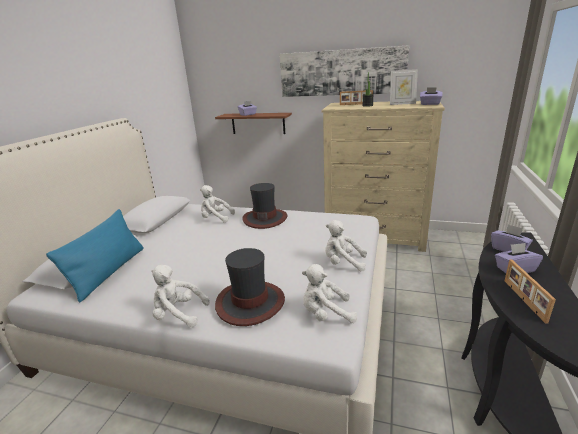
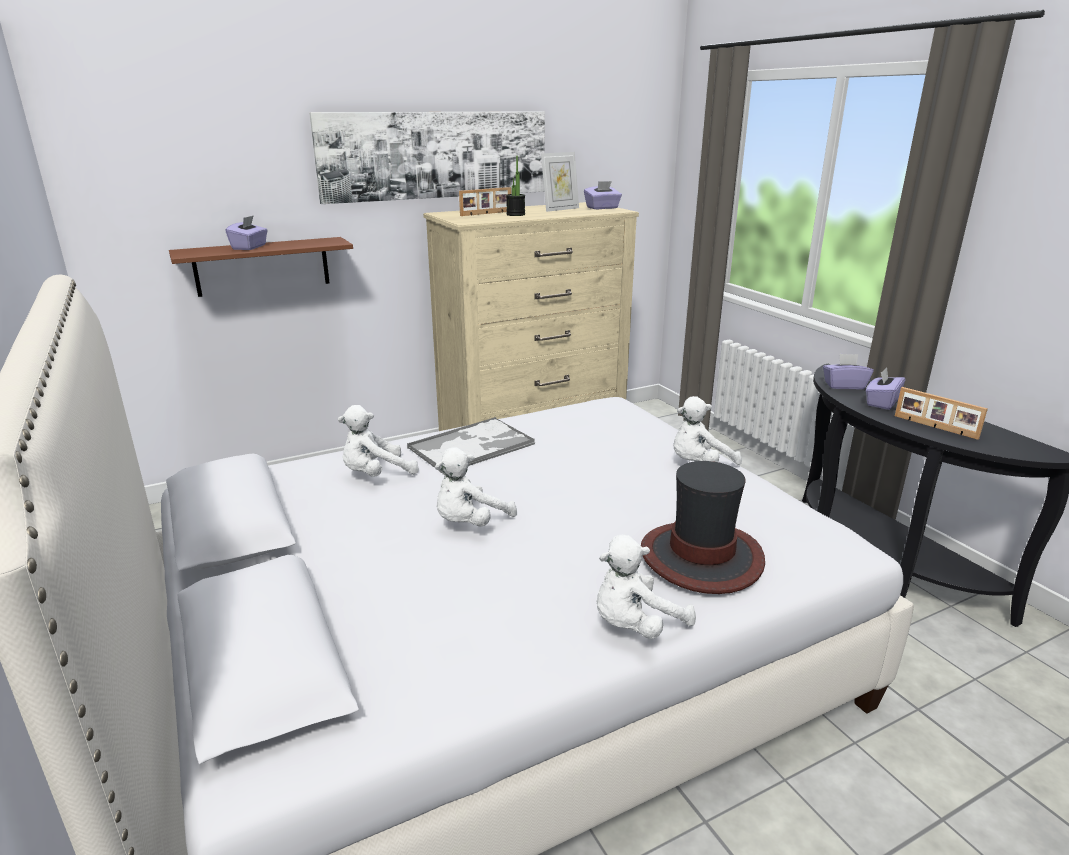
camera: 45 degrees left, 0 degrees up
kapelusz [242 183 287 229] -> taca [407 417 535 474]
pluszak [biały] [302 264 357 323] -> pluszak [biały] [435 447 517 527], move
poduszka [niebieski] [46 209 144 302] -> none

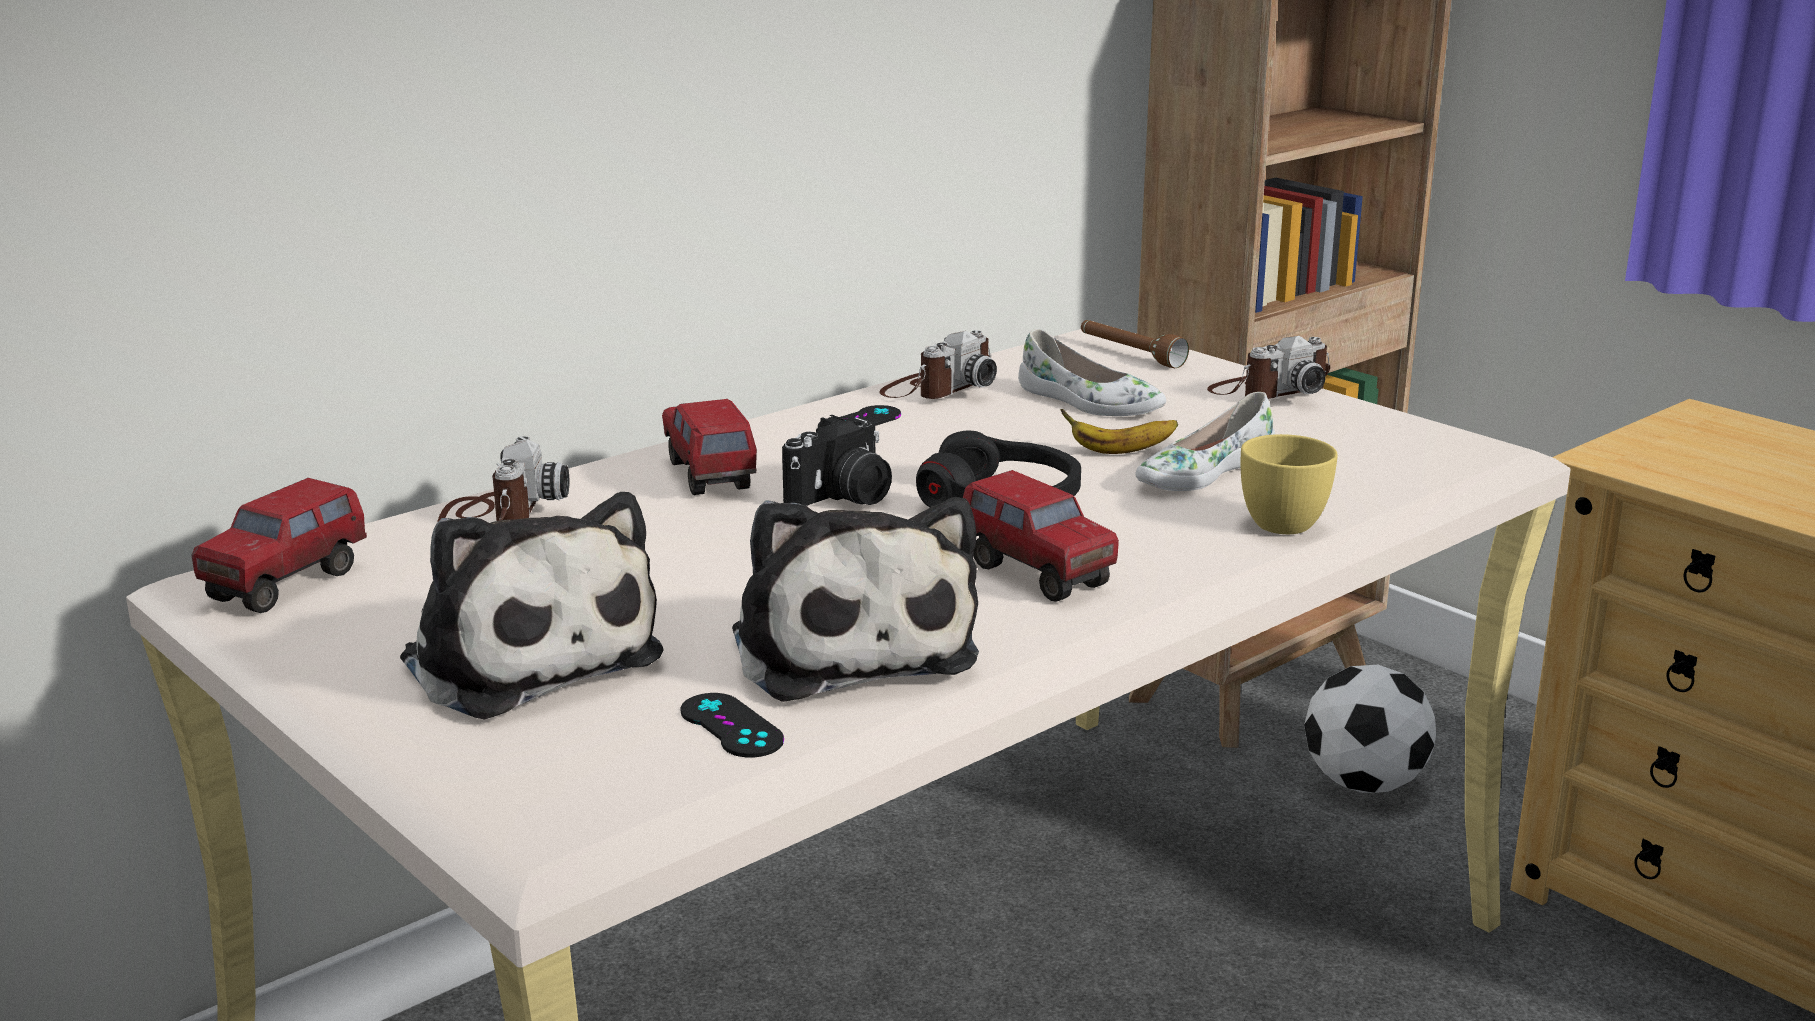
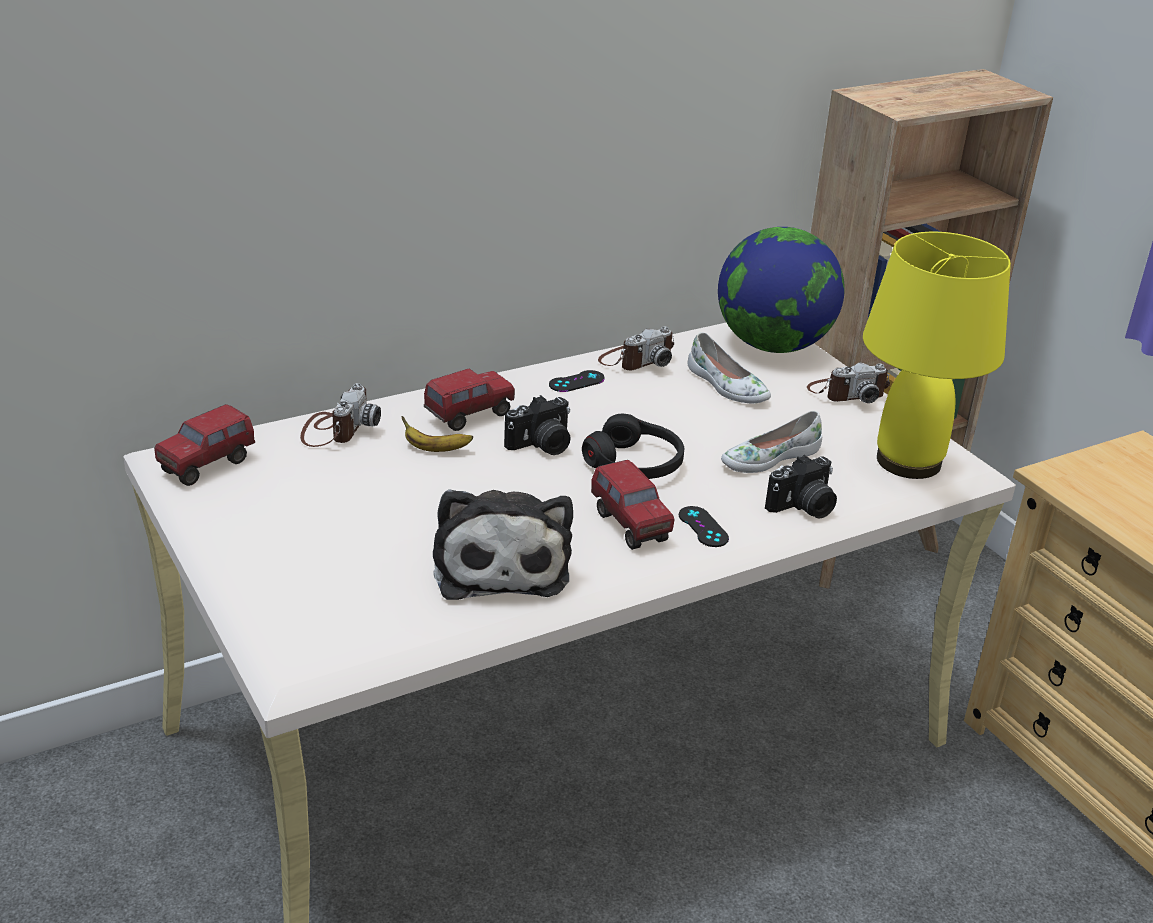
camera: 10 degrees right, 10 degrees up
banan [1061 409 1178 454] -> banan [401 416 473 452], move
ciężarówka zabawkowa [662 399 757 495] -> ciężarówka zabawkowa [424 368 515 431], 60 degrees clockwise
pad do gier [czarny] [680 693 784 757] -> pad do gier [czarny] [679 506 729 547], move
latarka [brązowy] [1081 320 1189 368] -> globus [718 227 845 353]
filiżanka [żółty] [1241 434 1338 534] -> aparat fotograficzny [765 455 837 519]
none -> lampa stołowa [żółty] [863 232 1011 479]
pluszak [400 492 664 720] -> none
piłka futbolowa [1304 665 1436 793] -> none

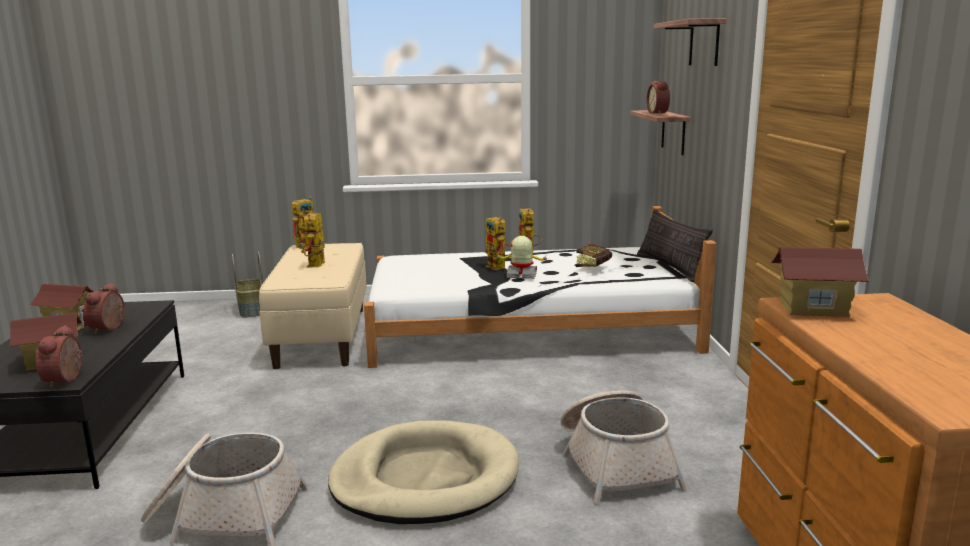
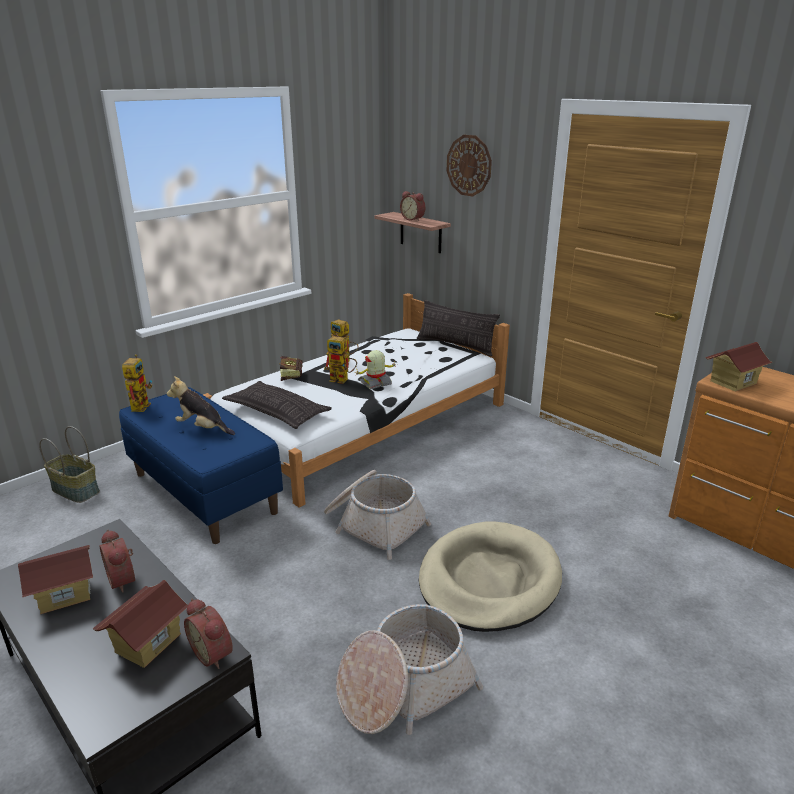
camera: 40 degrees left, 10 degrees up
ławka [beżowy] [259 243 367 369] -> ławka [niebieski] [119 387 283 544]
robot zabawkowy [300 213 325 268] -> pluszak [167 376 235 435]
none -> poduszka [222 381 332 429]
książka [576 244 612 267] -> książka [280 356 303 381], move
koszyk [560 390 687 504] -> koszyk [324 470 431 560], move
półka [654 18 727 66] -> zegar ścienny [447 135 492 197]

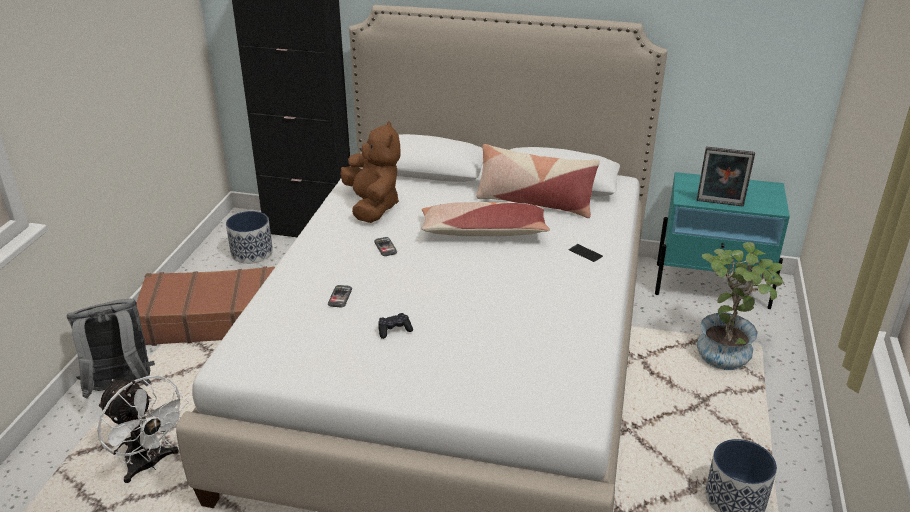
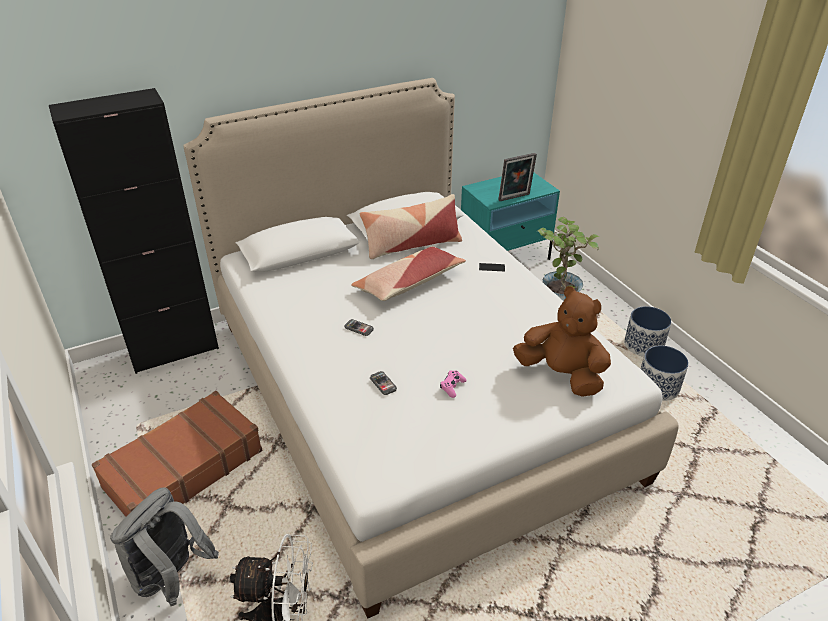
camera: 40 degrees left, 5 degrees up
pad do gier [czarny] [378 313 413 339] -> pad do gier [różowy] [440 370 467 398]
pluszak [brązowy] [340 121 401 223] -> pluszak [brązowy] [513 286 611 397], move
donica [226 211 273 264] -> donica [624 306 671 357], move

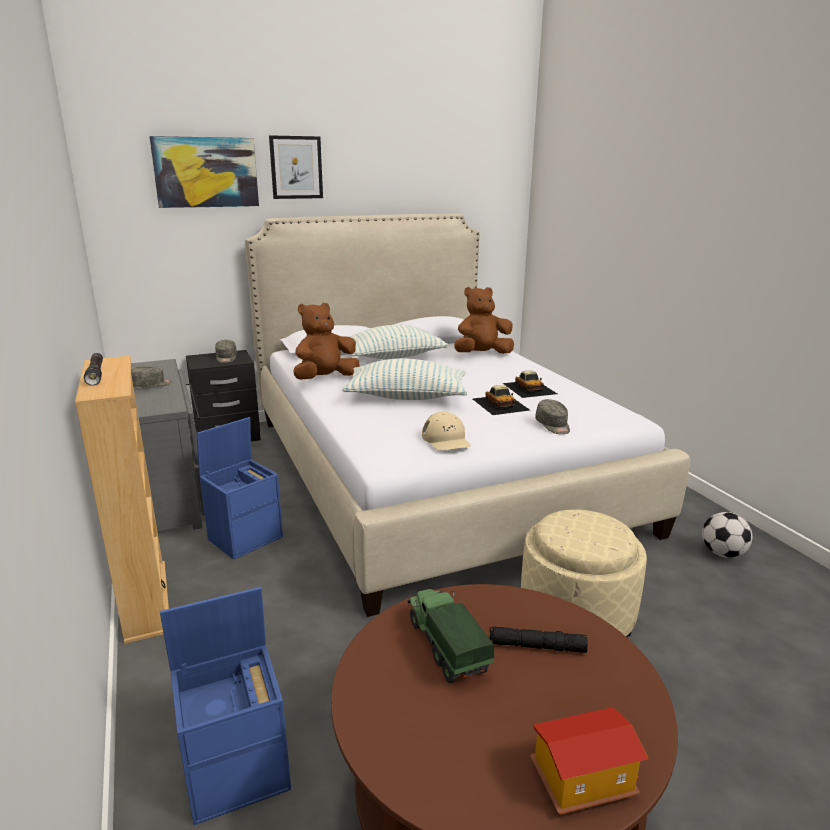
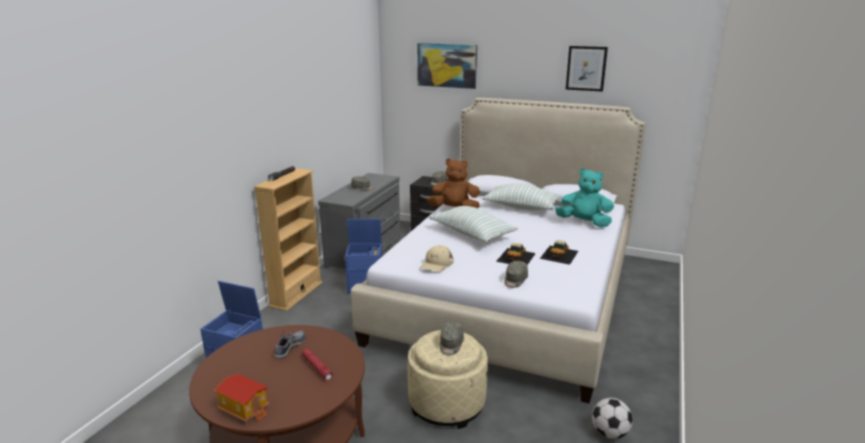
camera: 45 degrees right, 0 degrees up
ciężarówka zabawkowa [408 589 494 683] -> but [275 330 306 359]
latarka [czarny] [489 626 588 653] -> latarka [czerwony] [301 349 333 381]
none -> czapka z daszkiem [szary] [440 321 464 356]
pluszak [brązowy] [454 287 514 354] -> pluszak [turkusowy] [555 168 614 227]
obraz [269 135 323 199] -> obraz [566 46 608 92], move

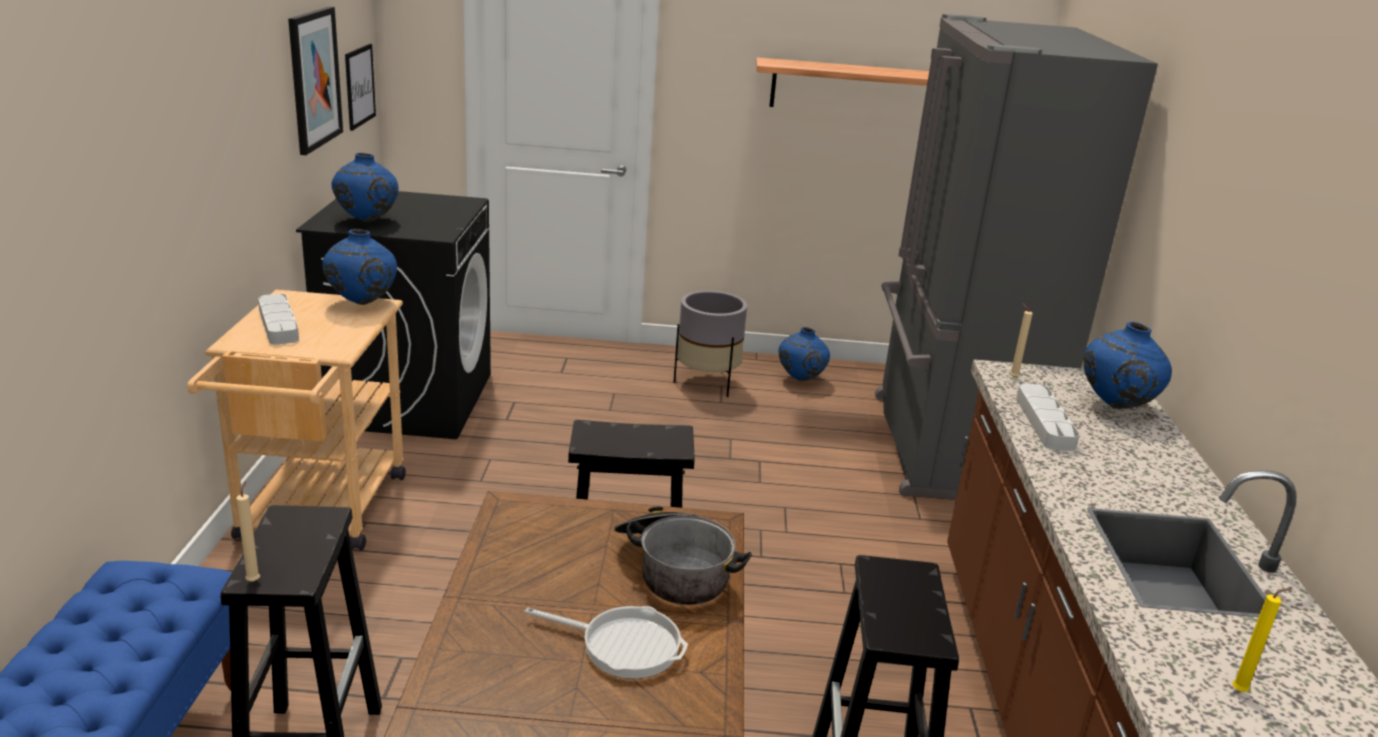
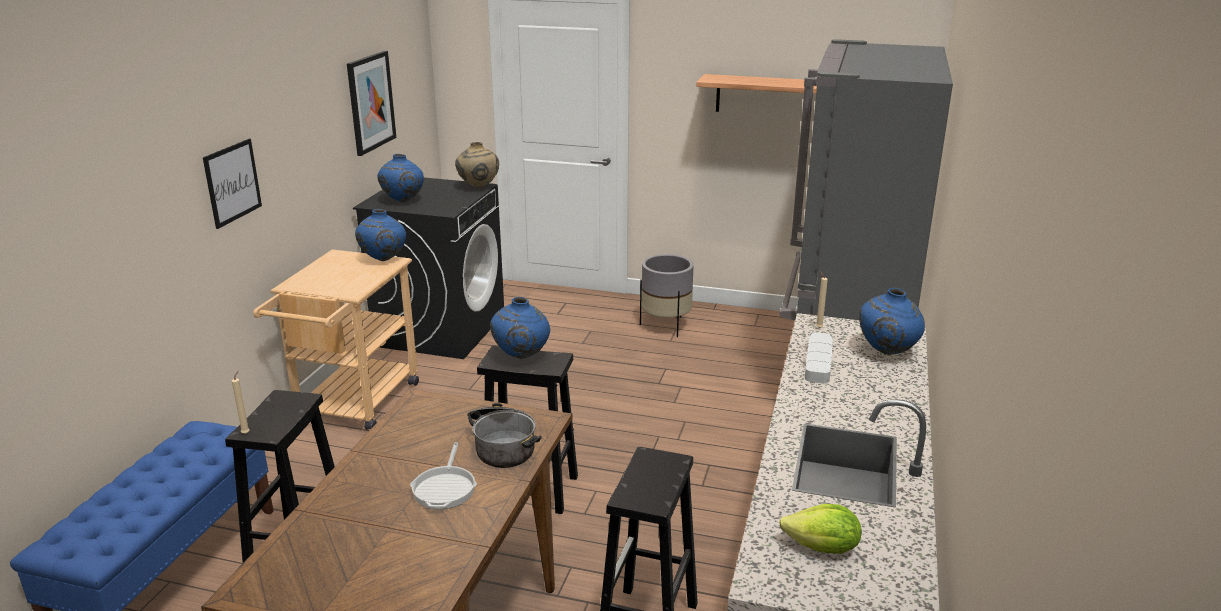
camera: 15 degrees right, 0 degrees up
obraz [345 44 376 131] -> obraz [203 139 262 229], move
patelnia [525 606 688 679] -> patelnia [410 442 477 509], 60 degrees clockwise
none -> wazon [beżowy] [455 142 499 188]
wazon [niebieski] [778 327 830 381] -> wazon [niebieski] [490 297 550 359], move
świeca [żółty] [1232 587 1291 692] -> sałata [779 504 862 554]
taca [szary] [258 294 299 345] -> none

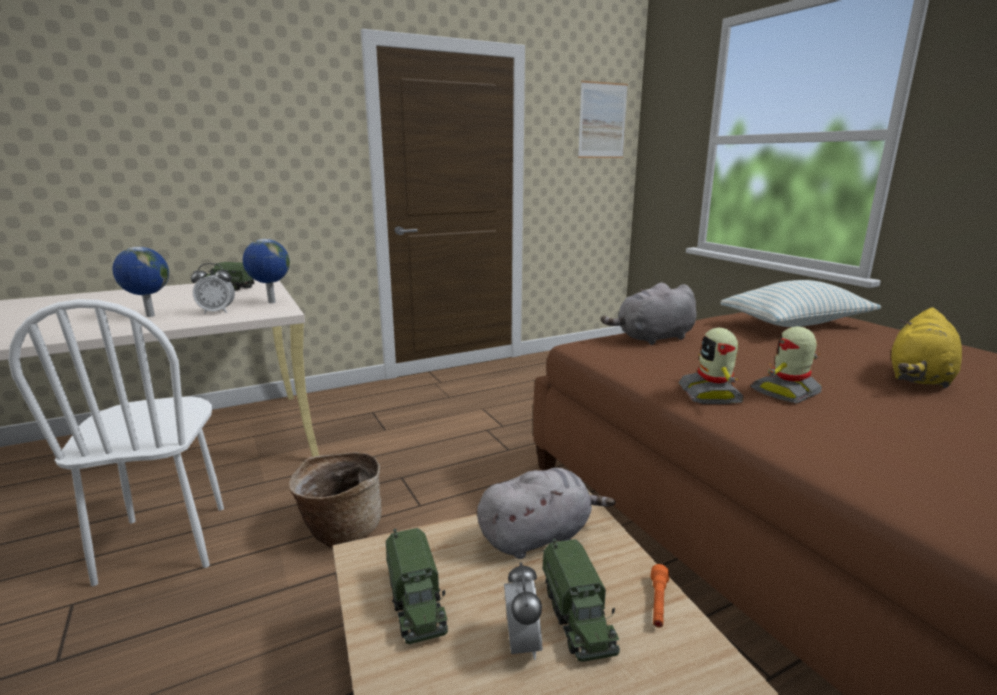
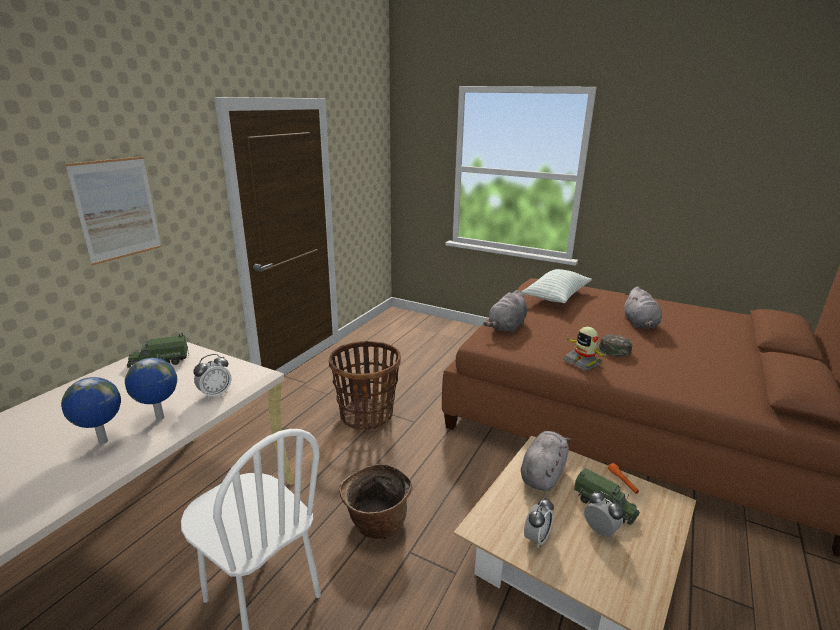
camera: 35 degrees left, 5 degrees up
globus [243 239 290 303] -> globus [61 377 121 444], move
obraz [578 81 628 158] -> obraz [65 156 162 266], move
none -> koszyk [329 341 401 431]
ciężarówka zabawkowa [386 528 448 644] -> budzik [524 498 554 548]
robot zabawkowy [750 326 822 404] -> czapka z daszkiem [zielony] [596 334 632 357]
pluszak [żółty] [891 308 962 388] -> pluszak [szary] [624 286 662 329]

